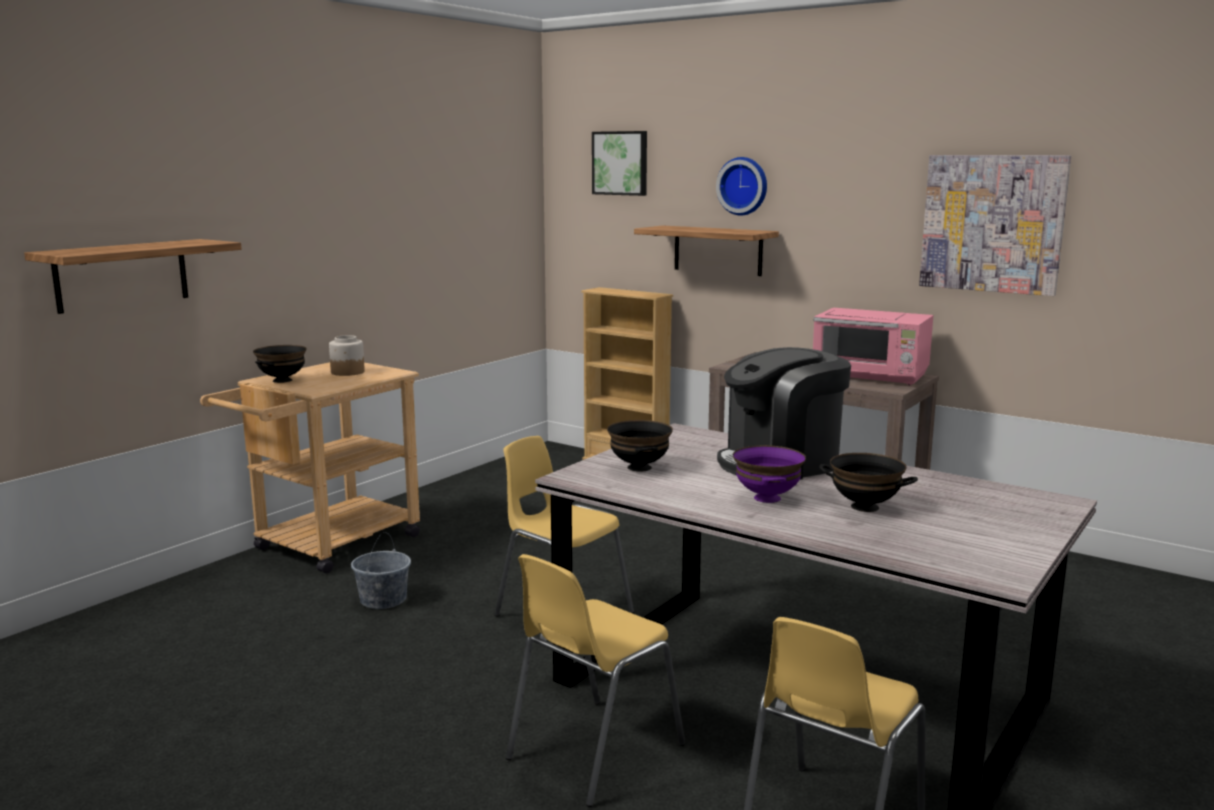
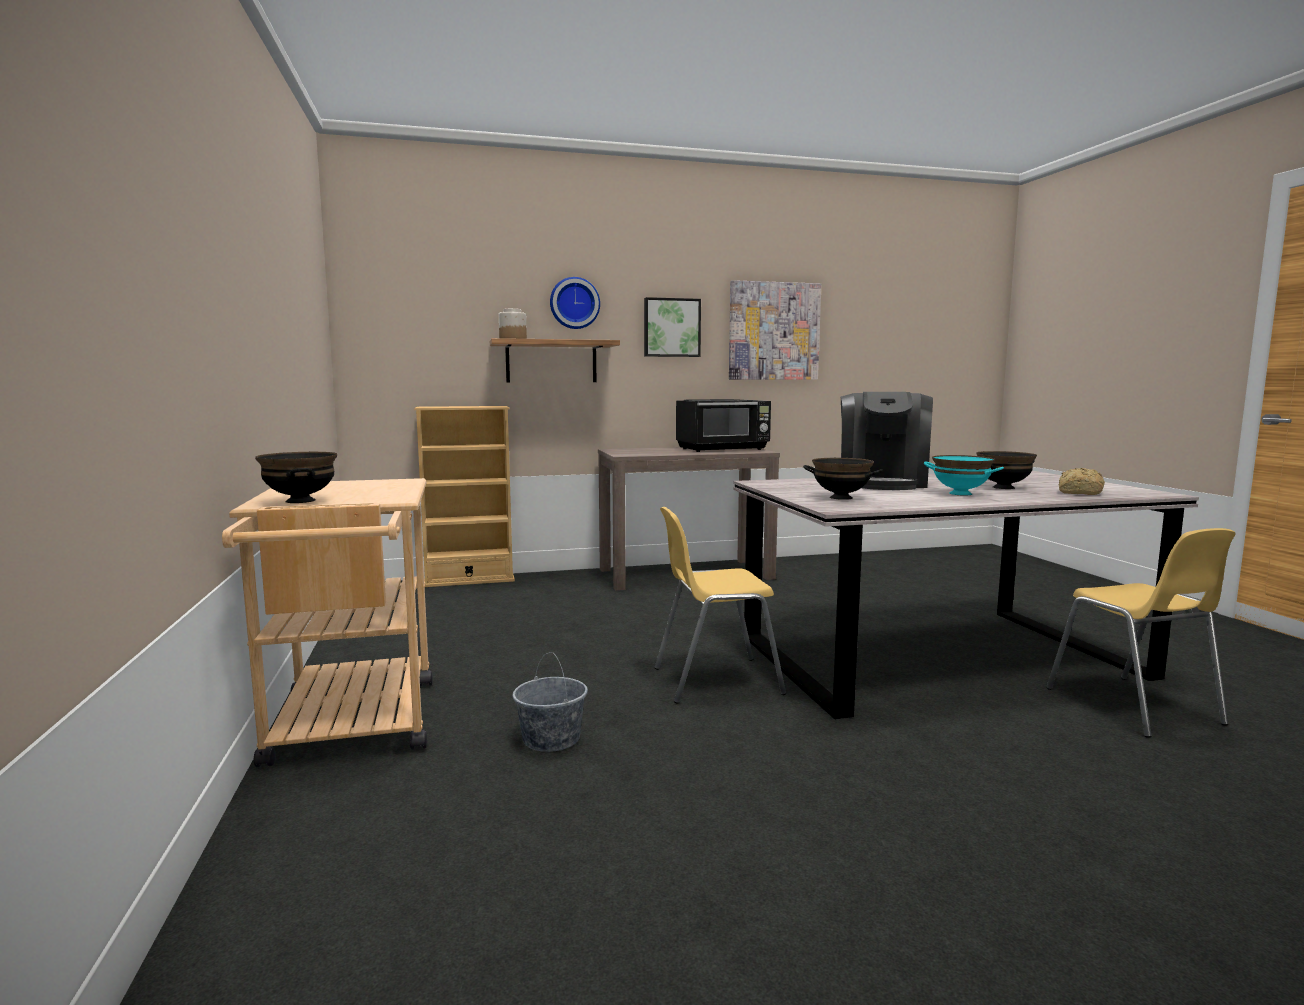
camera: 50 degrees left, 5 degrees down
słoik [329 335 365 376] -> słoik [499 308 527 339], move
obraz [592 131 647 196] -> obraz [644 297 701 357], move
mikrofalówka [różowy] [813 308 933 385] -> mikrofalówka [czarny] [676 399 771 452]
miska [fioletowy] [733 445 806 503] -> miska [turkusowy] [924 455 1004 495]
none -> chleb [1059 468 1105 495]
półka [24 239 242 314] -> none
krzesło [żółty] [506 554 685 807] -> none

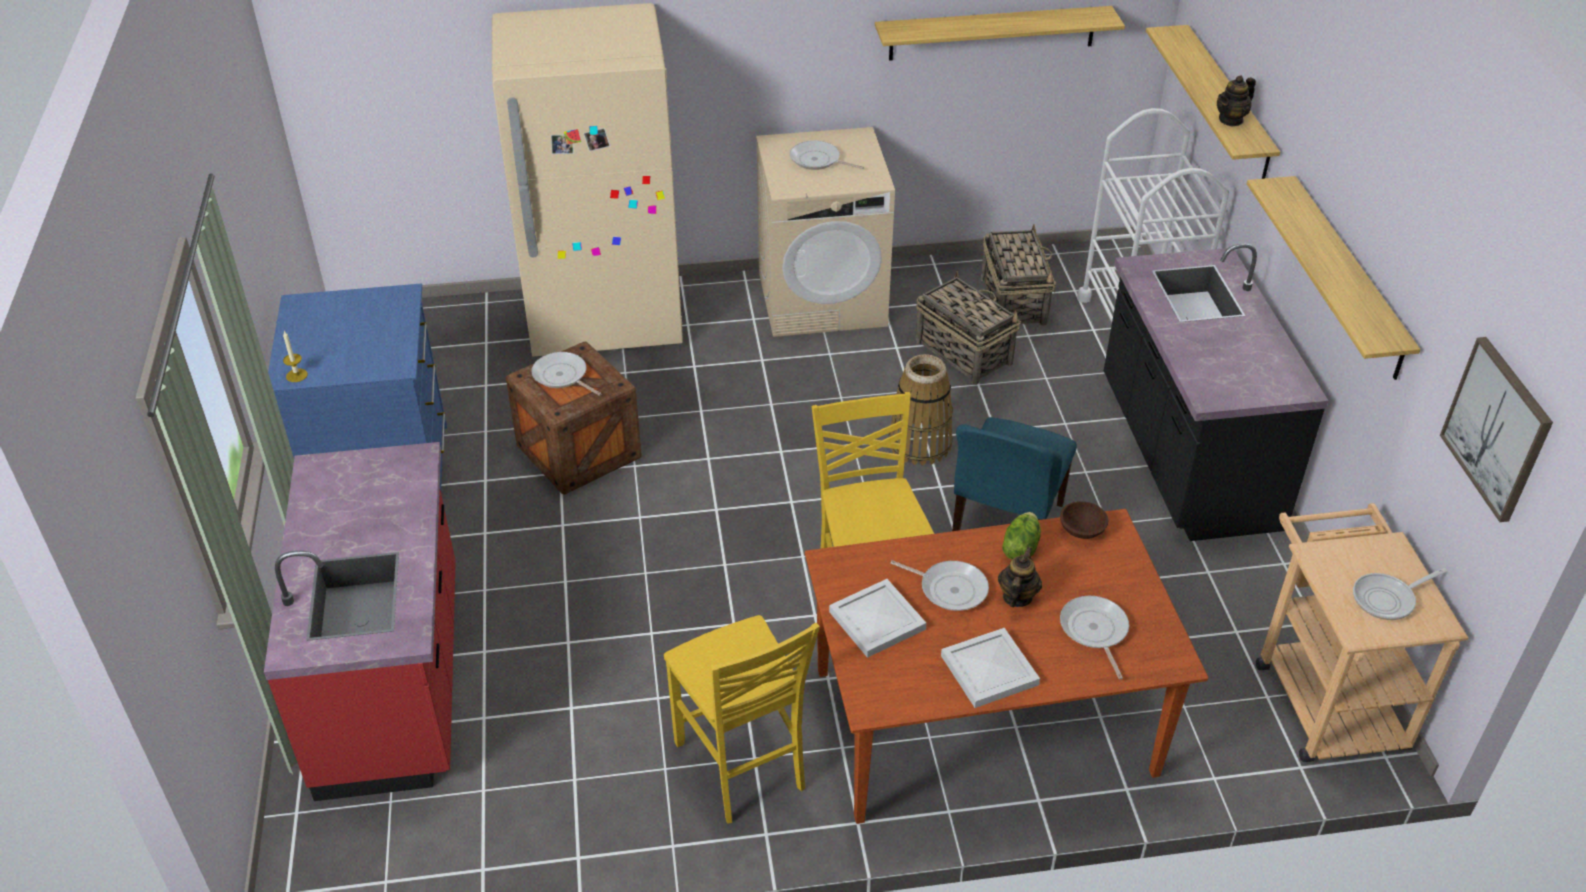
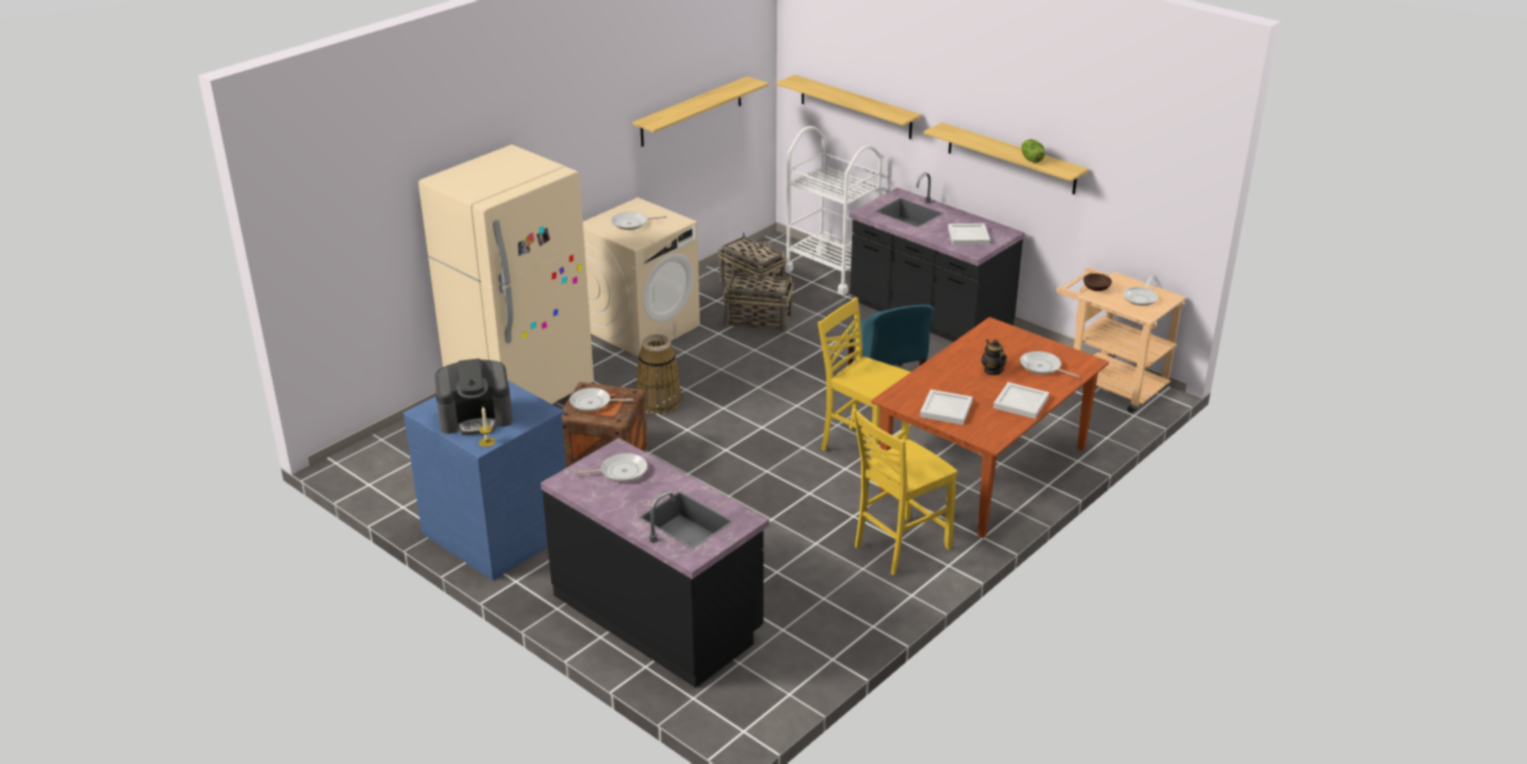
camera: 40 degrees left, 10 degrees down
none -> ekspres do kawy [435 359 513 435]
zabudowa kuchenna [czerwony] [264 442 456 801] -> zabudowa kuchenna [czarny] [541 438 769 688]
patelnia [890 560 989 611] -> patelnia [575 453 648 482], move
koszyk [889 354 953 466] -> koszyk [636 334 682 415], move
krzesło [żółty] [664 615 820 824] -> krzesło [żółty] [853 409 957 575], 120 degrees clockwise
none -> taca [biały] [948 223 990 245]
sałata [1002 512 1041 560] -> sałata [1021 139 1045 163], move
miska [brązowy] [1060 501 1108 539] -> miska [brązowy] [1083 274 1112 291], move
imbryk [1217 75 1256 127] -> none
obraz [1440 337 1553 522] -> none

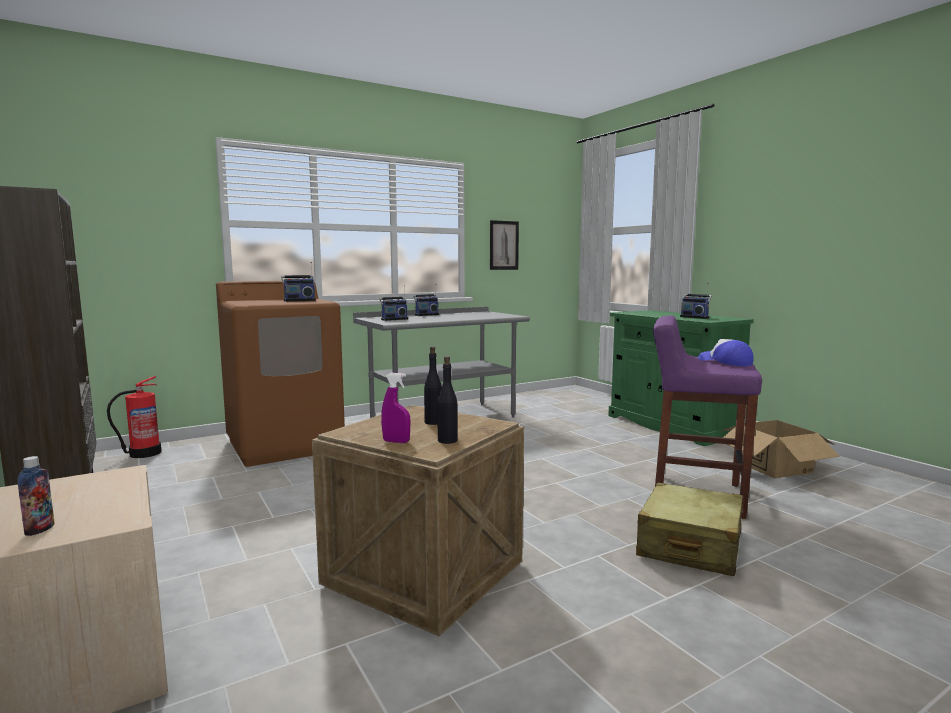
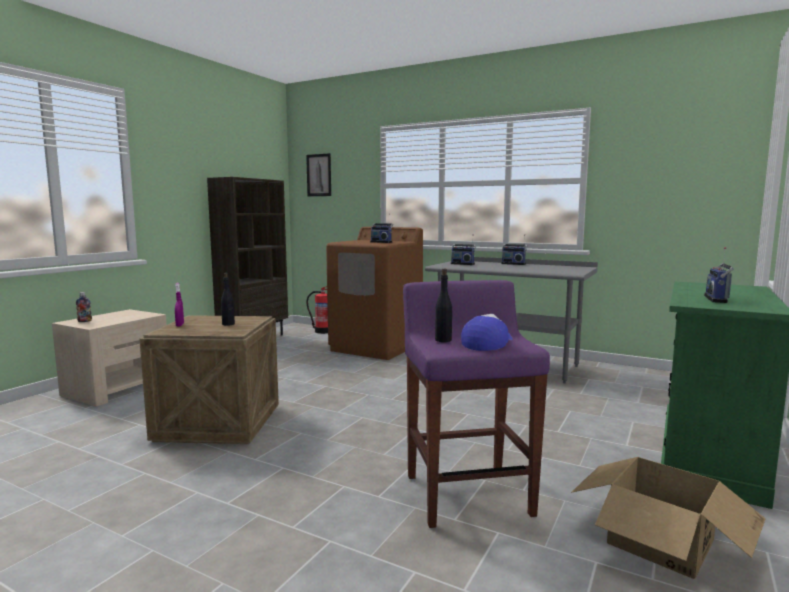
camera: 60 degrees right, 0 degrees up
obraz [490 220 519 270] -> obraz [306 153 331 196], move
butelka [czarny] [437 356 458 444] -> butelka [czarny] [435 269 452 342], move
walizka [beżowy] [636 482 743 576] -> none

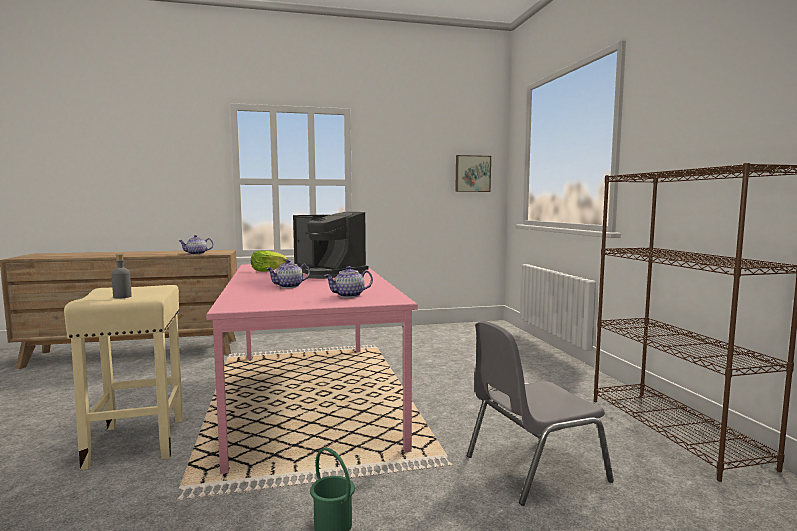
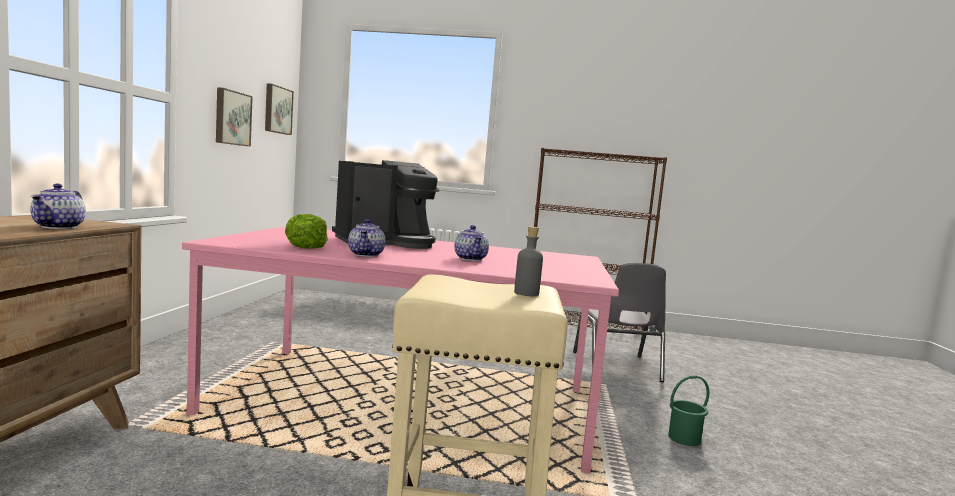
camera: 70 degrees left, 0 degrees up
none -> obraz [216 87 253 146]
imbryk [324 266 373 298] -> imbryk [348 219 385 257], move

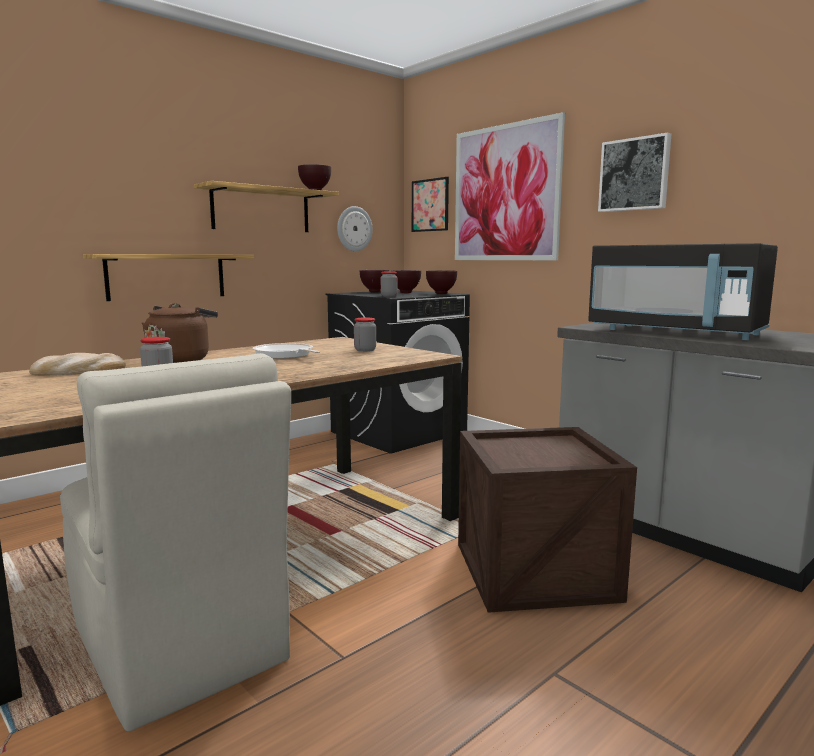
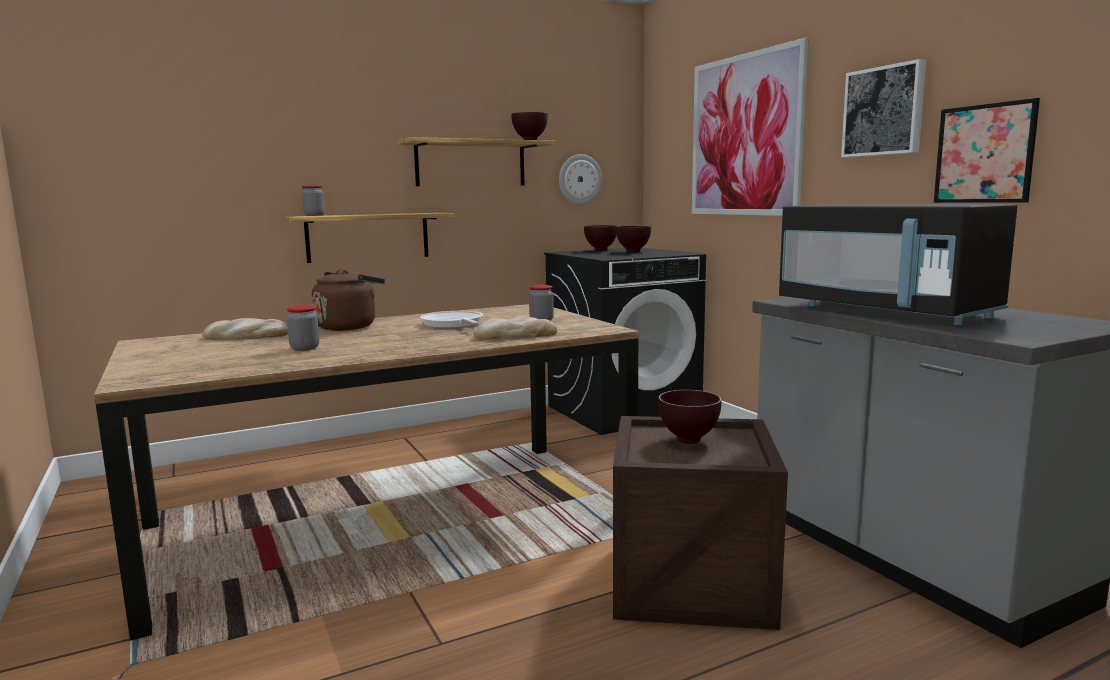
camera: 15 degrees right, 0 degrees up
słoik [381 272 397 297] -> słoik [302 185 325 216], move
none -> chleb [473 316 557 340]
miska [brązowy] [426 270 457 294] -> miska [brązowy] [658 390 722 444], move
obraz [412 177 449 232] -> obraz [934 98 1040 203], move
krzesło [beżowy] [60 353 291 732] -> none

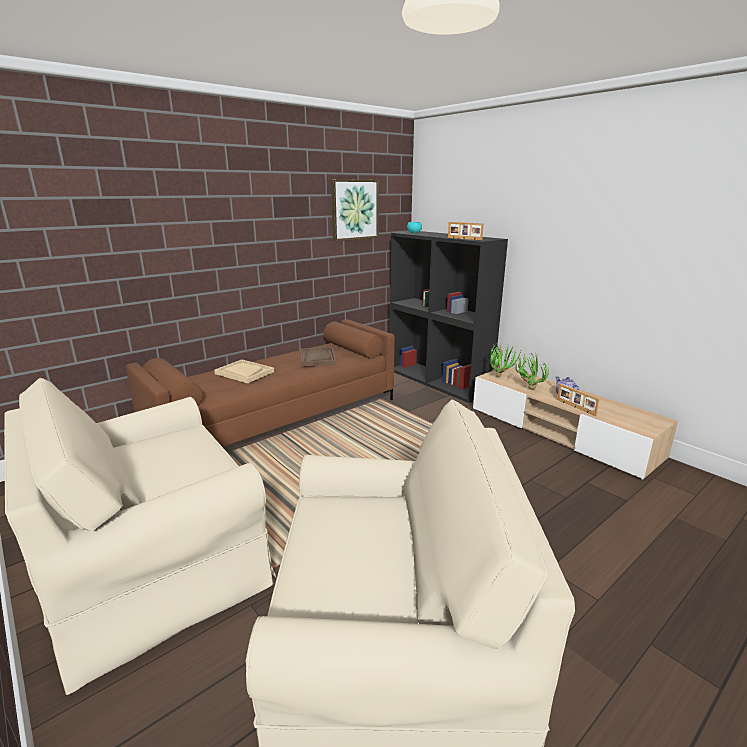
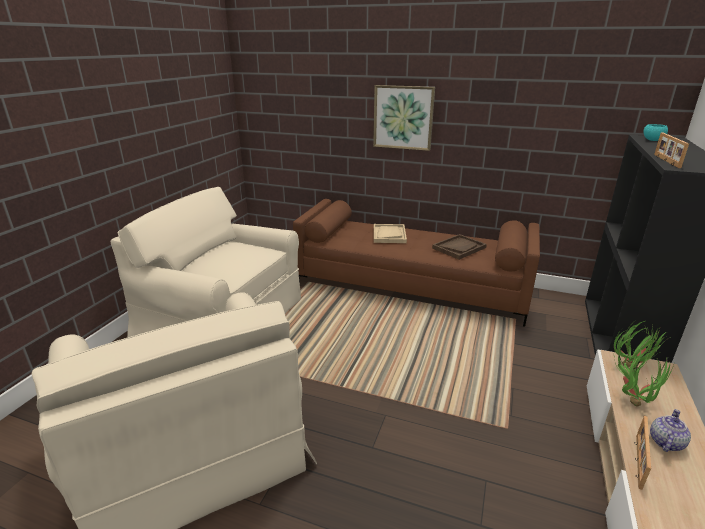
camera: 60 degrees right, 5 degrees up
obraz [331 179 379 241] -> obraz [373 85 435 151], move

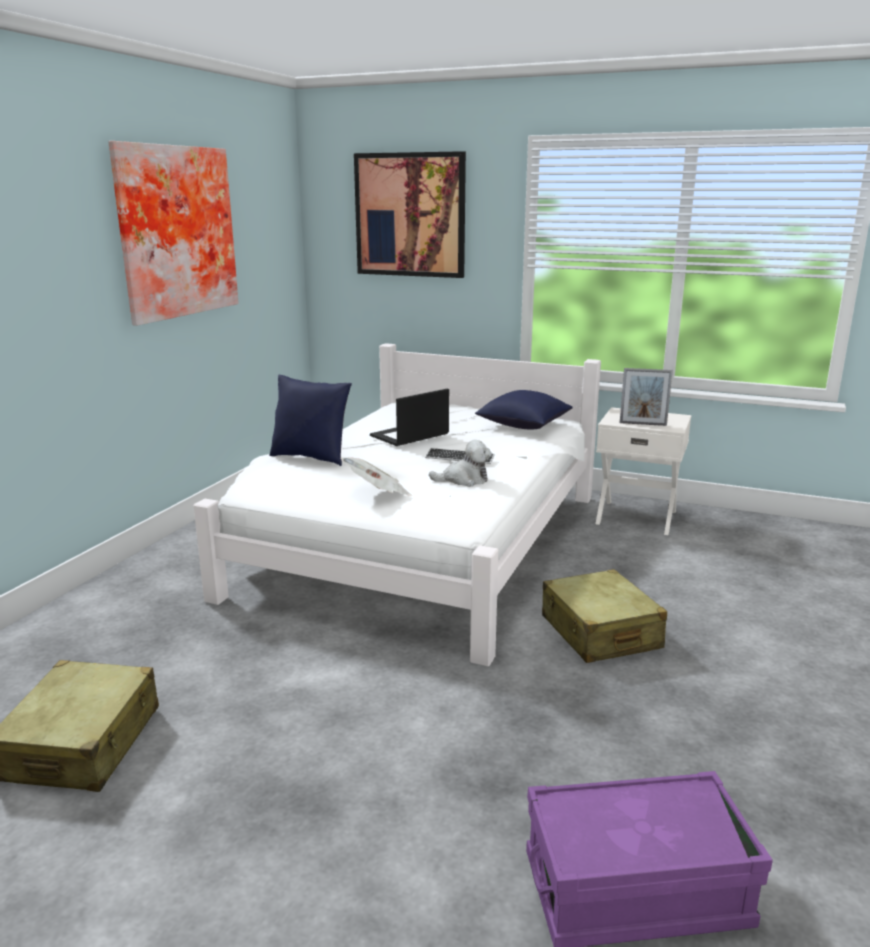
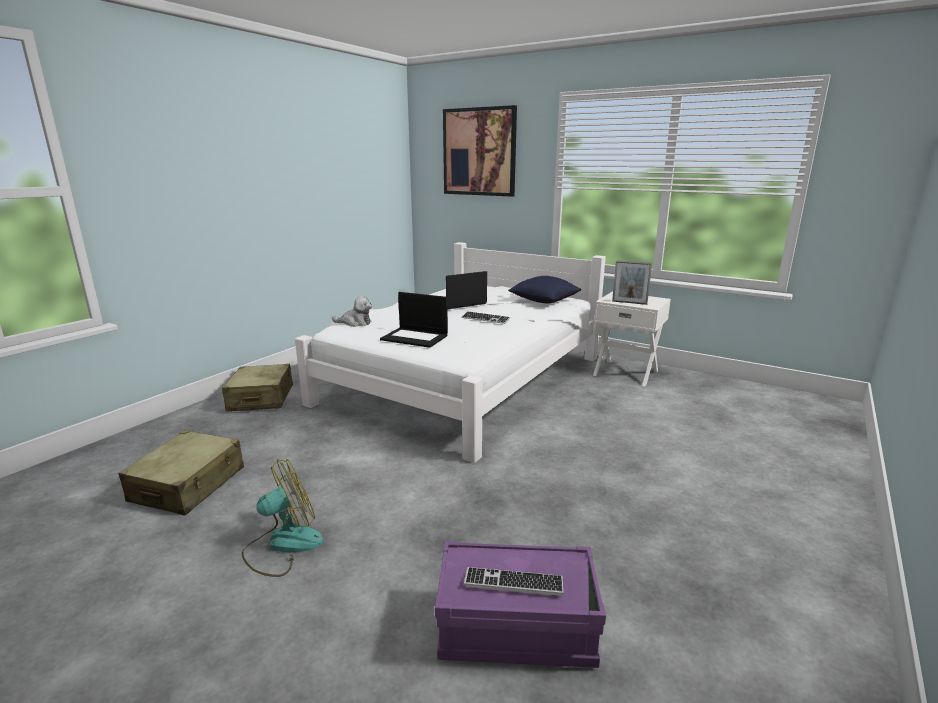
camera: 10 degrees right, 0 degrees up
walizka [beżowy] [542 569 667 663] -> walizka [beżowy] [222 364 293 412], move
none -> wentylator [242 459 323 577]
pluszak [429 440 492 487] -> pluszak [332 296 372 327], move
gazeta [341 457 412 496] -> laptop [380 292 448 348]
none -> klawiatura [464 567 564 596]
obraz [108 141 239 326] -> none
poduszka [niebieski] [270 375 352 466] -> none

